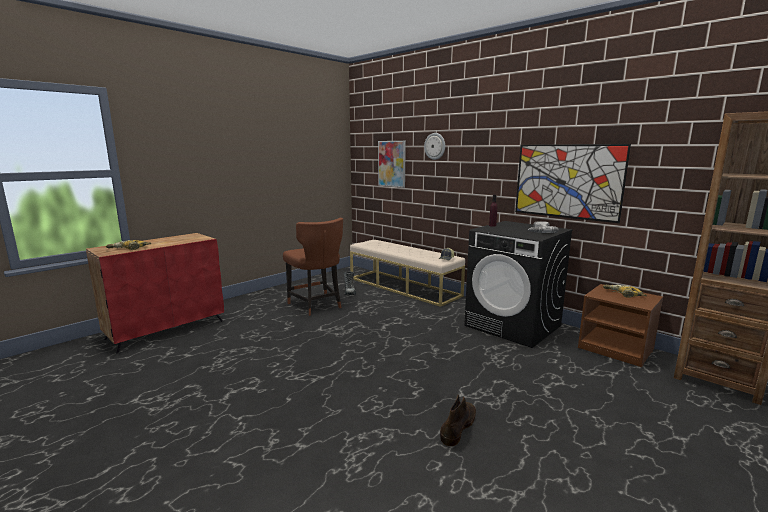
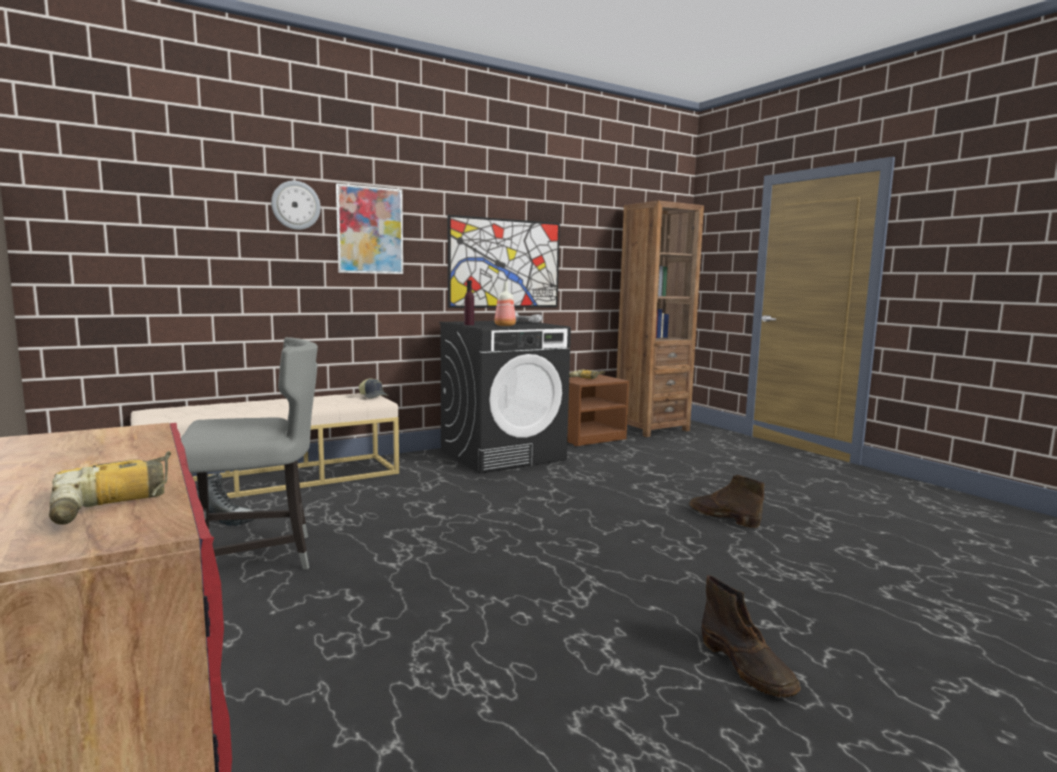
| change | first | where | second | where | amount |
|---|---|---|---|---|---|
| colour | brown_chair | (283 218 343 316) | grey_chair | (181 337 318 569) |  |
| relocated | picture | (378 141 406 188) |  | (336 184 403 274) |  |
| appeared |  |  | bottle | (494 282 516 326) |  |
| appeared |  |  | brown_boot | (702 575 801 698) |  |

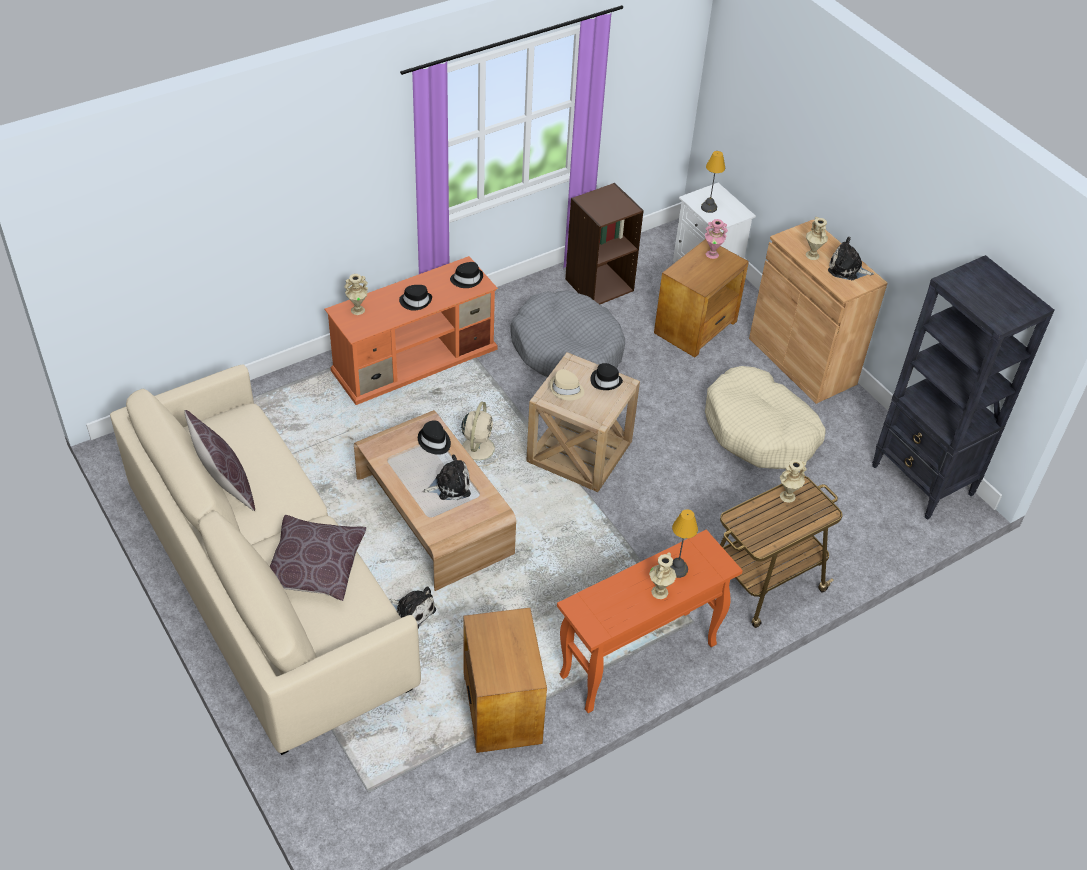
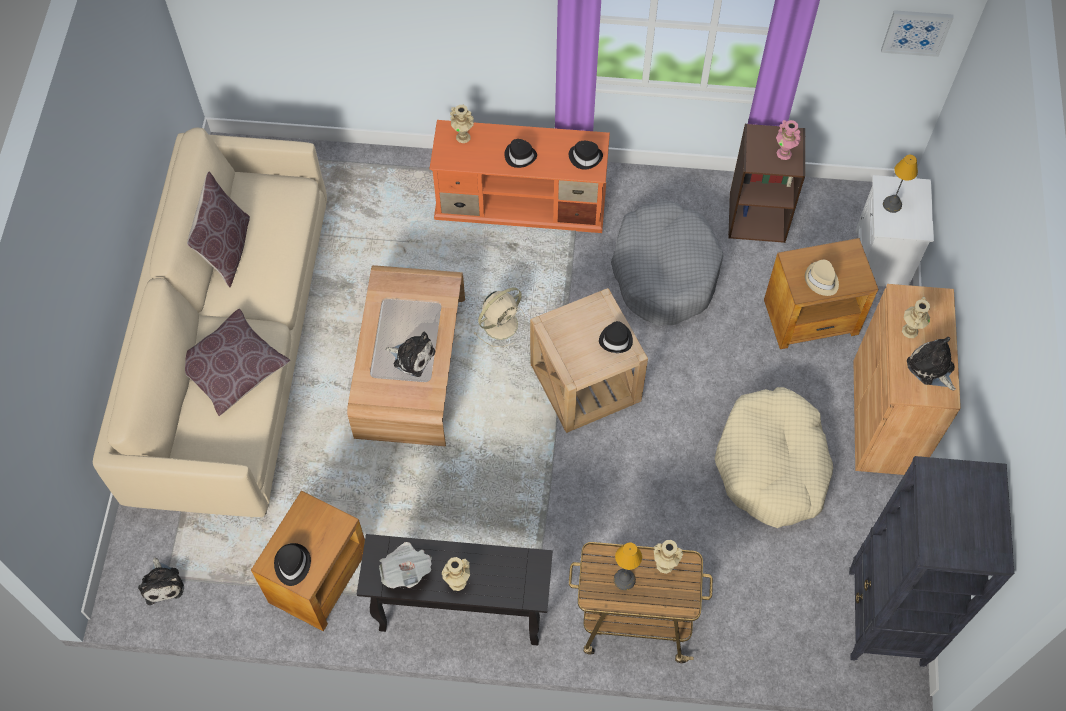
| change | first | where | second | where | amount |
|---|---|---|---|---|---|
| relocated | plush_toy | (389 586 436 628) |  | (138 558 184 605) |  |
| relocated | black_hat | (418 420 451 455) |  | (274 543 311 586) |  |
| colour | orange_console_table | (557 530 743 713) | black_console_table | (357 534 553 645) |  |
| appeared |  |  | newspaper | (379 542 432 588) |  |
| relocated | table_lamp | (670 509 698 578) |  | (614 542 642 590) |  |
| relocated | pink_vase | (705 219 728 259) |  | (776 120 801 160) |  |
| relocated | beige_hat | (549 369 584 400) |  | (805 260 839 296) |  |
| appeared |  |  | picture | (881 10 954 57) |  |

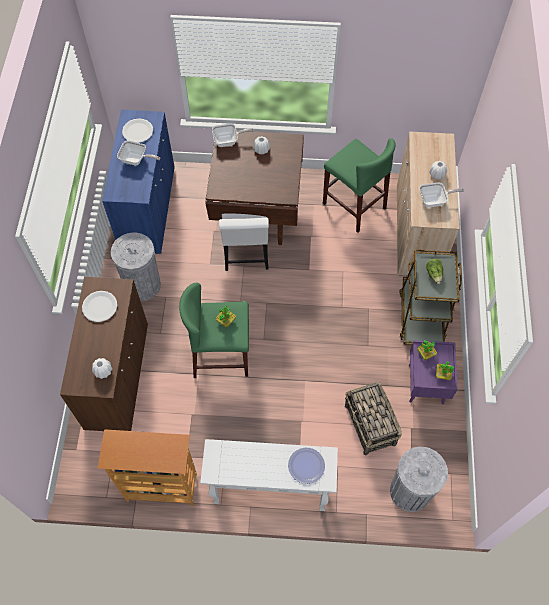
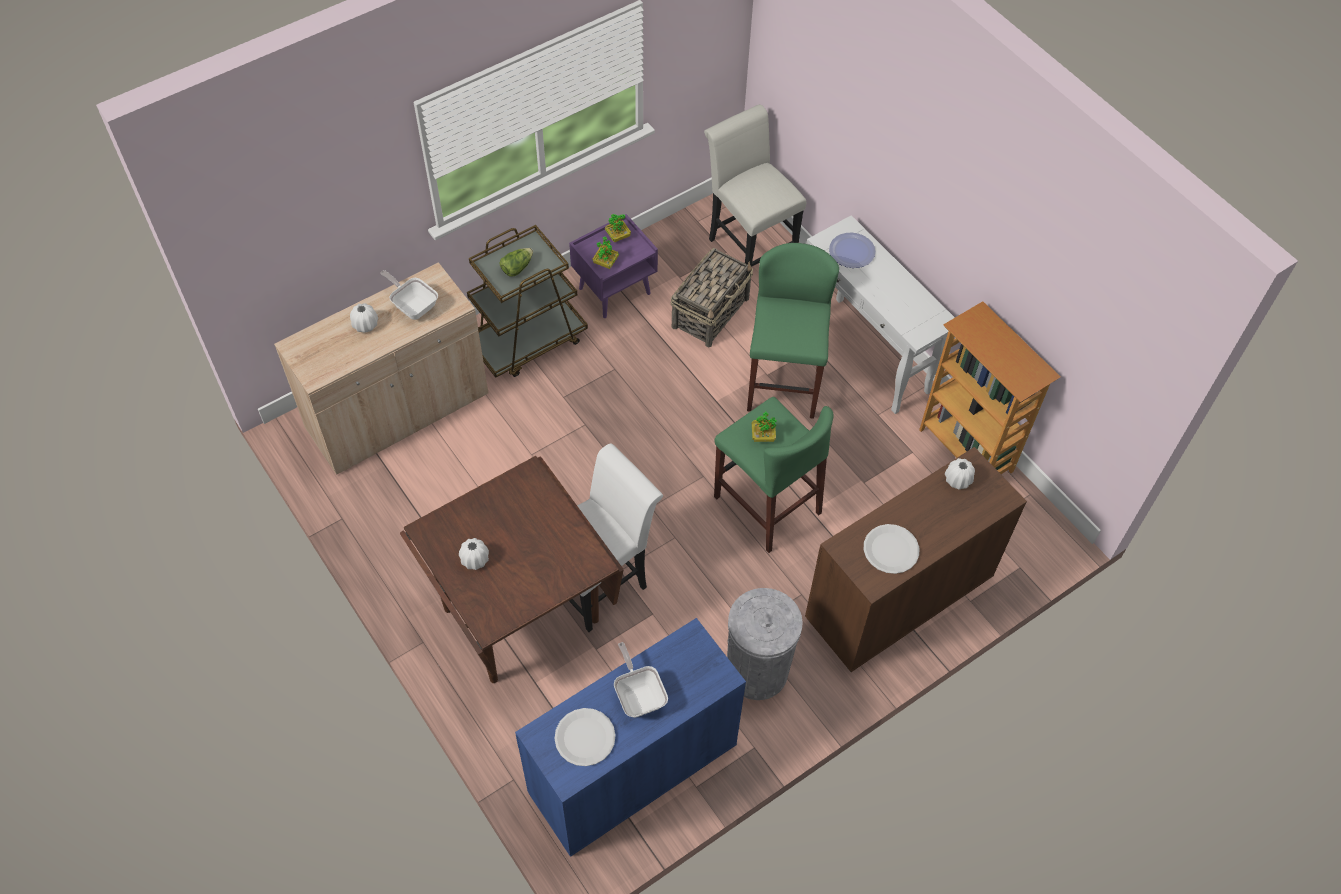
| change | first | where | second | where | amount |
|---|---|---|---|---|---|
| exchanged | grey_trash_can | (390 447 448 512) | white_chair | (704 104 806 267) |  |
| relocated | green_stool | (323 138 395 233) |  | (747 243 839 419) |  |
| missing | frying_pan | (212 123 254 147) |  |  |  |

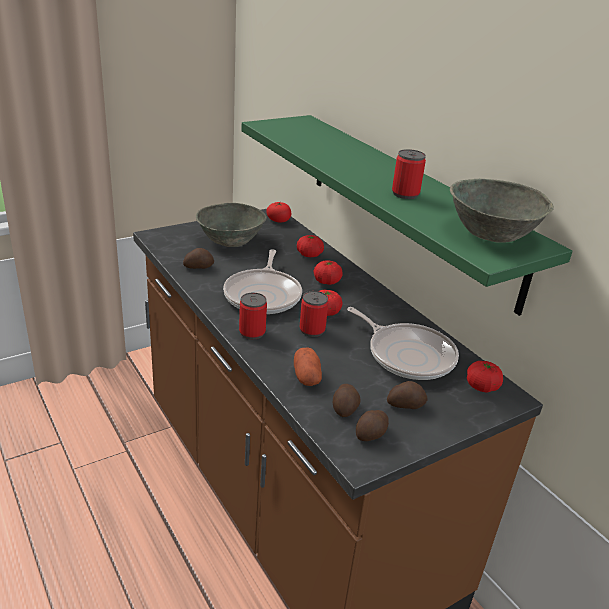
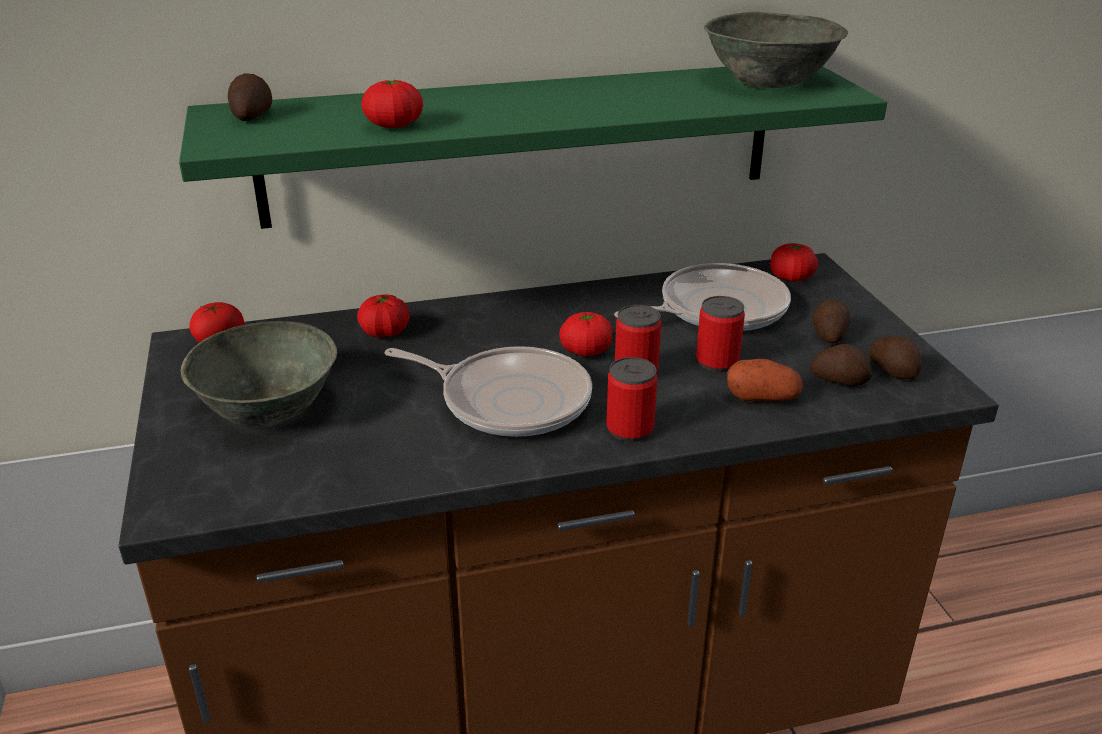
| change | first | where | second | where | amount |
|---|---|---|---|---|---|
| relocated | potato | (183 248 214 269) |  | (228 73 272 121) |  |
| relocated | tomato | (314 261 343 285) |  | (361 80 423 128) |  |
| relocated | can | (392 149 426 199) |  | (696 296 745 372) |  |

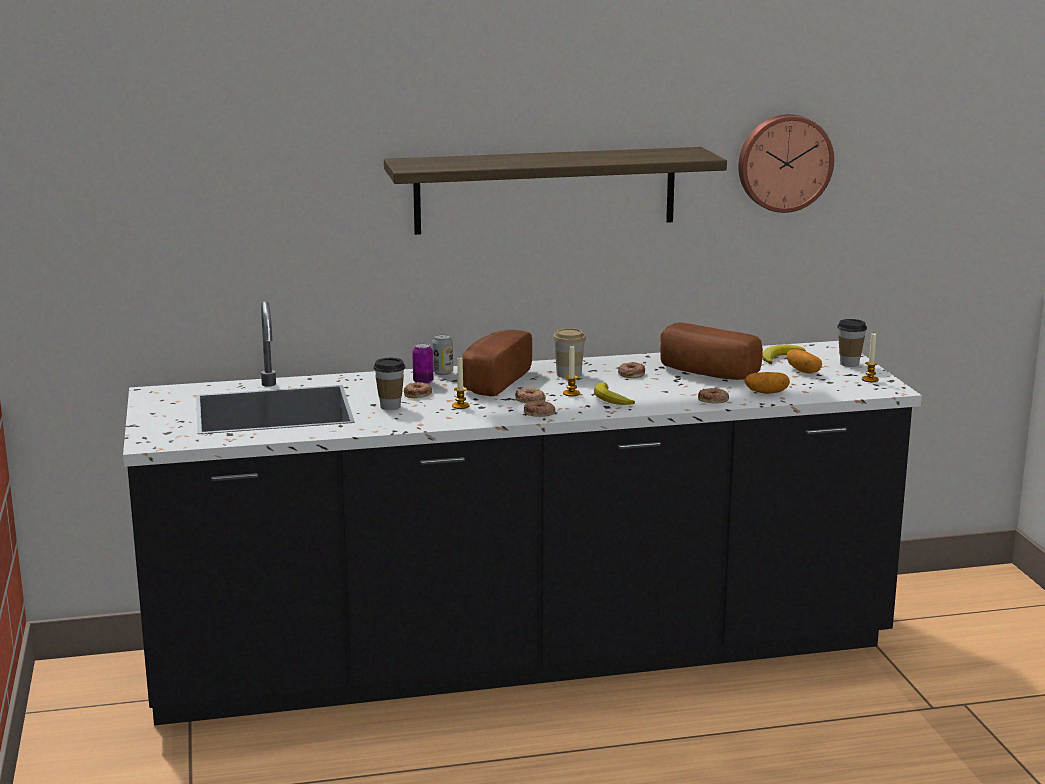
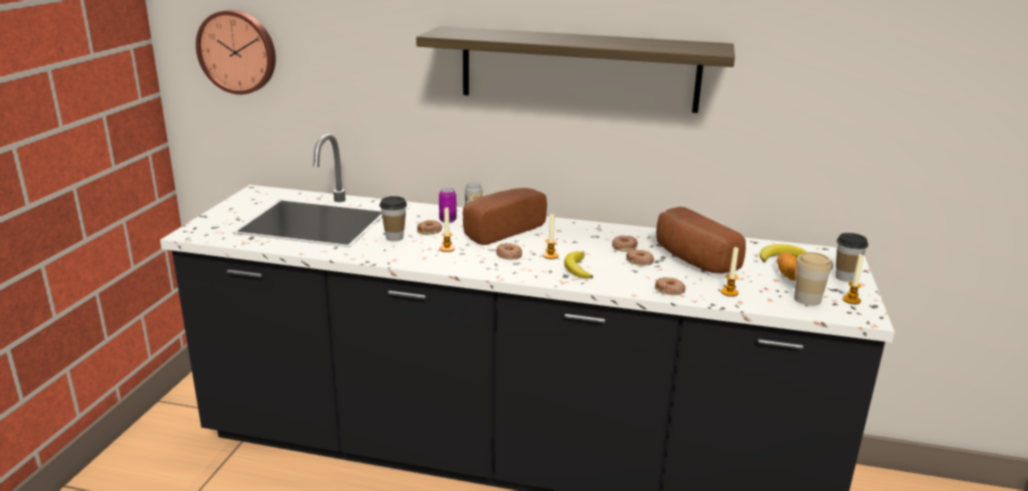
| change | first | where | second | where | amount |
|---|---|---|---|---|---|
| relocated | wall_clock | (738 114 834 213) |  | (196 10 276 95) |  |
| relocated | donut | (524 401 555 417) |  | (626 249 654 266) |  |
| exchanged | potato | (744 372 790 394) | candle | (721 247 739 297) |  |
| relocated | cup | (553 328 586 378) |  | (794 252 833 306) |  |

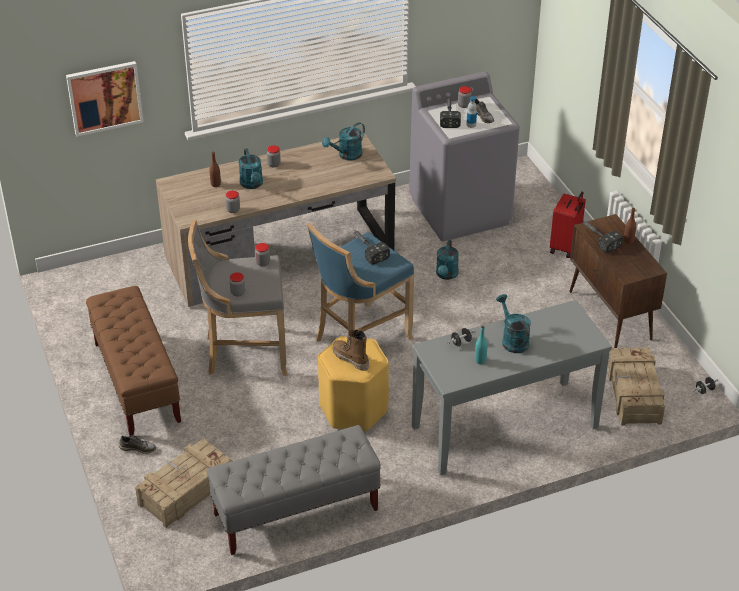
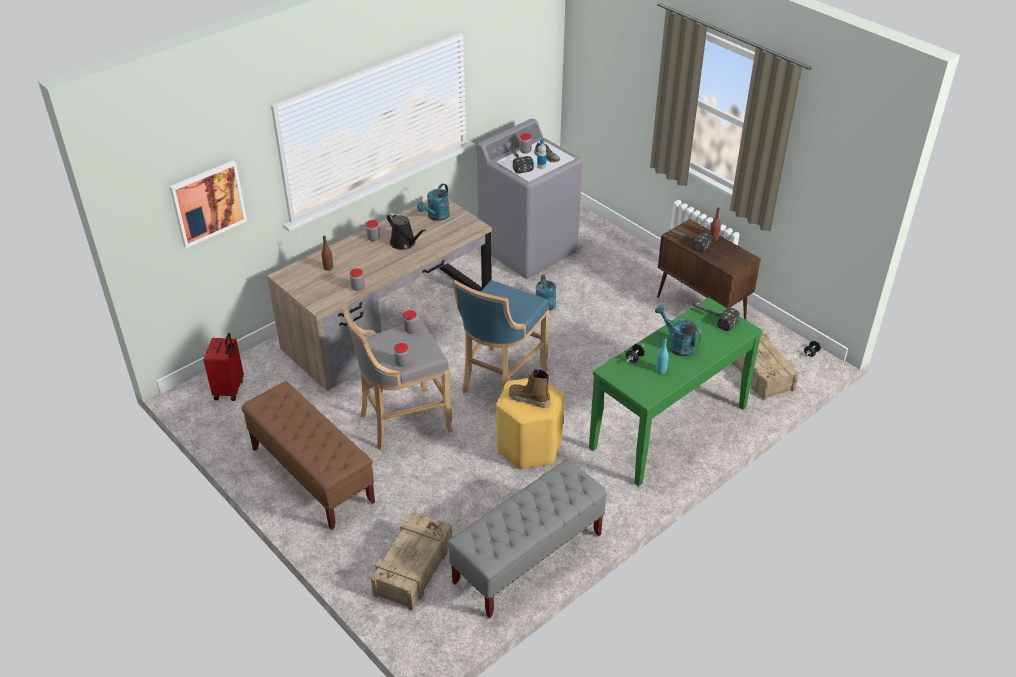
| change | first | where | second | where | amount |
|---|---|---|---|---|---|
| relocated | red_suitcase | (550 191 586 258) |  | (204 333 244 401) |  |
| appeared |  |  | black_watering_can | (387 213 426 250) |  |
| colour | grey_console_table | (412 300 612 475) | green_console_table | (589 297 763 486) |  |
| relocated | hammer | (353 230 390 264) |  | (691 302 740 331) |  |
| missing | grey_shoe | (119 435 156 454) |  |  |  |
| missing | turquoise_watering_can | (238 148 263 189) |  |  |  |

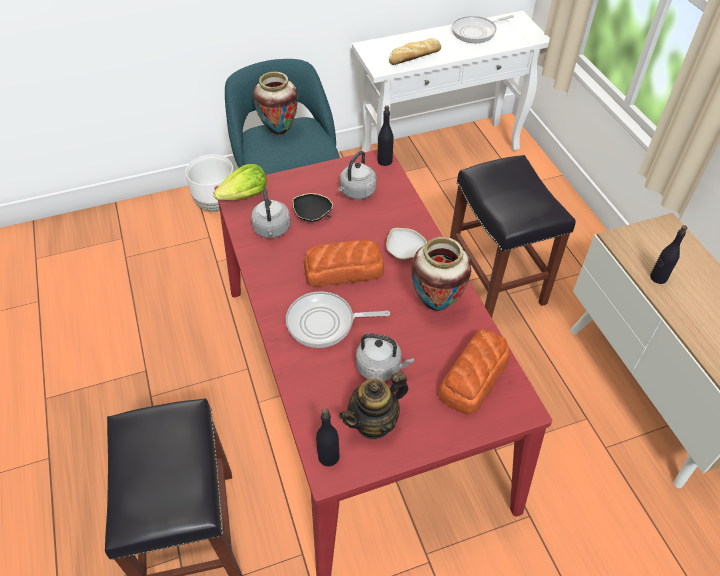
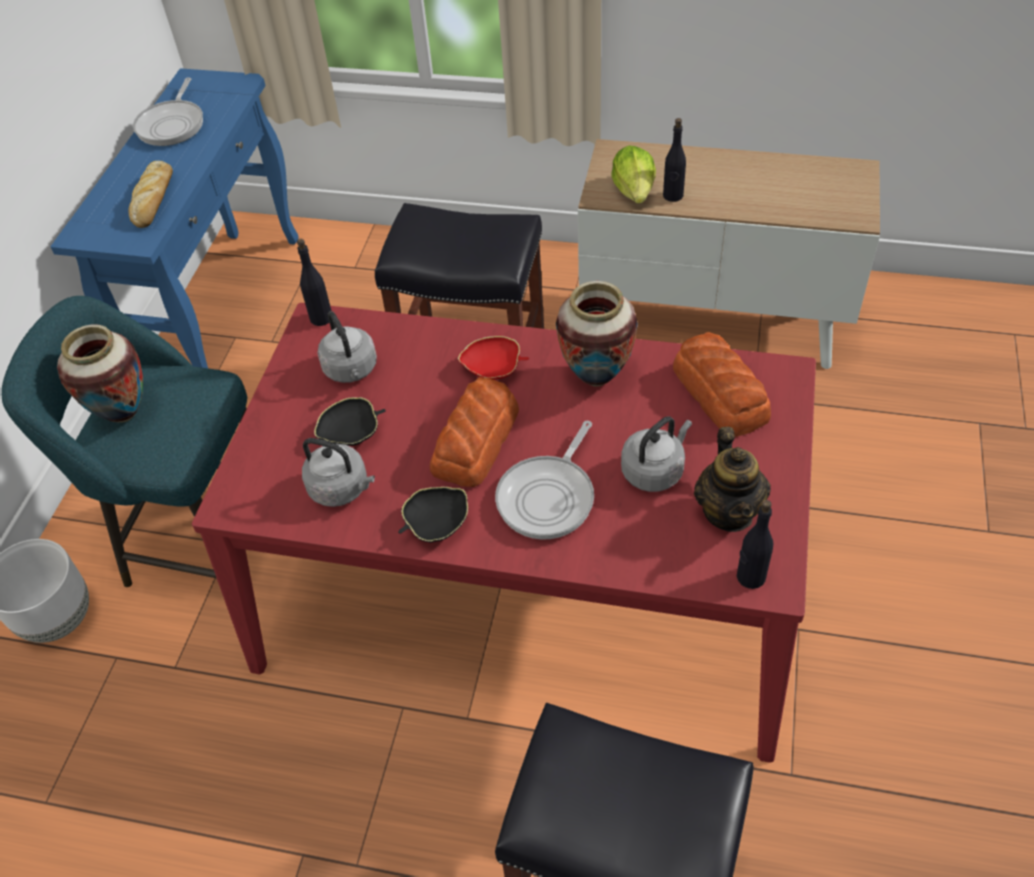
| change | first | where | second | where | amount |
|---|---|---|---|---|---|
| colour | white_console_table | (352 11 550 152) | blue_console_table | (50 68 299 368) |  |
| appeared |  |  | black_bowl | (398 487 468 542) |  |
| colour | white_bowl | (387 228 427 259) | red_bowl | (458 336 529 380) |  |
| relocated | lettuce | (213 164 267 200) |  | (611 145 656 204) |  |

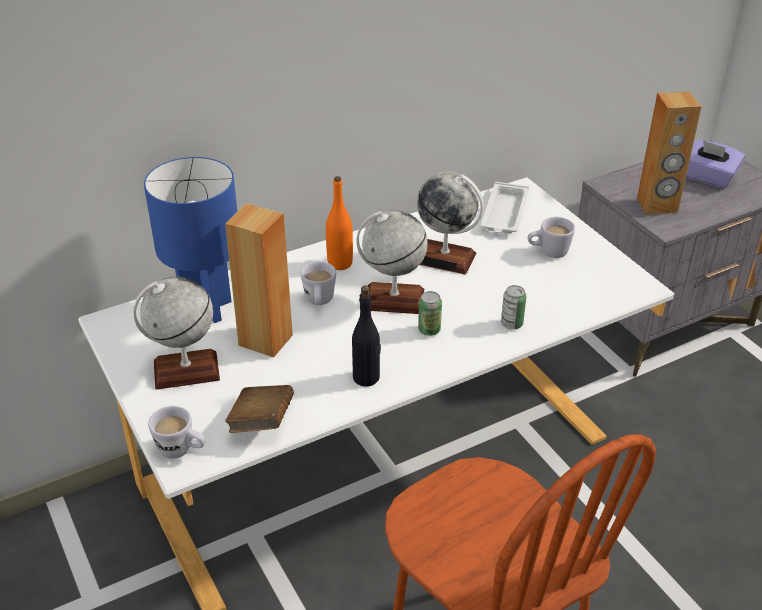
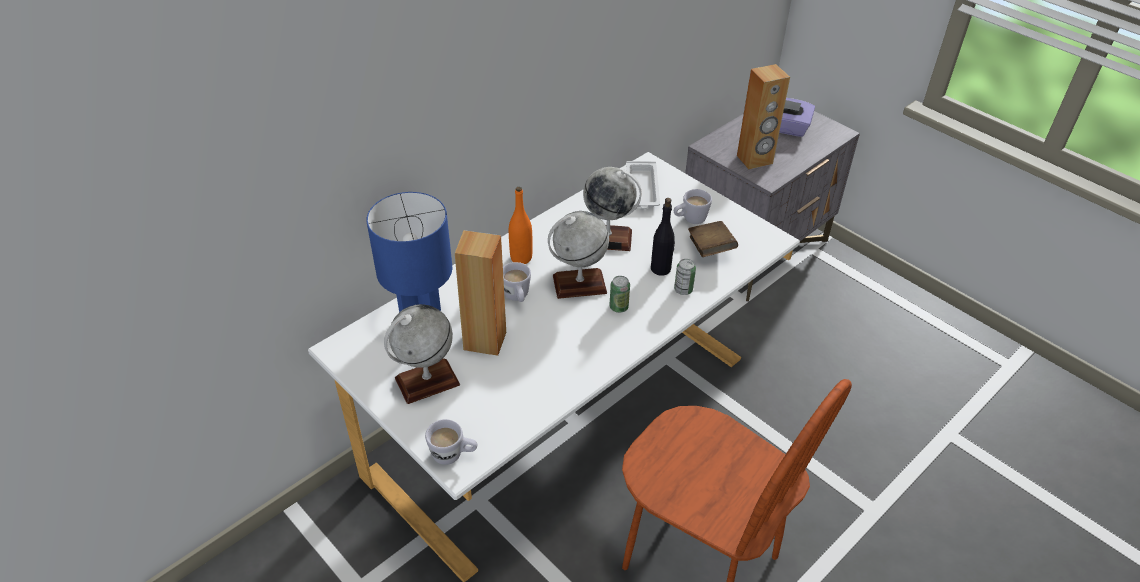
| change | first | where | second | where | amount |
|---|---|---|---|---|---|
| relocated | black_bottle | (352 285 381 387) |  | (651 198 675 276) |  |
| relocated | brown_book | (225 385 294 433) |  | (688 221 738 257) |  |

